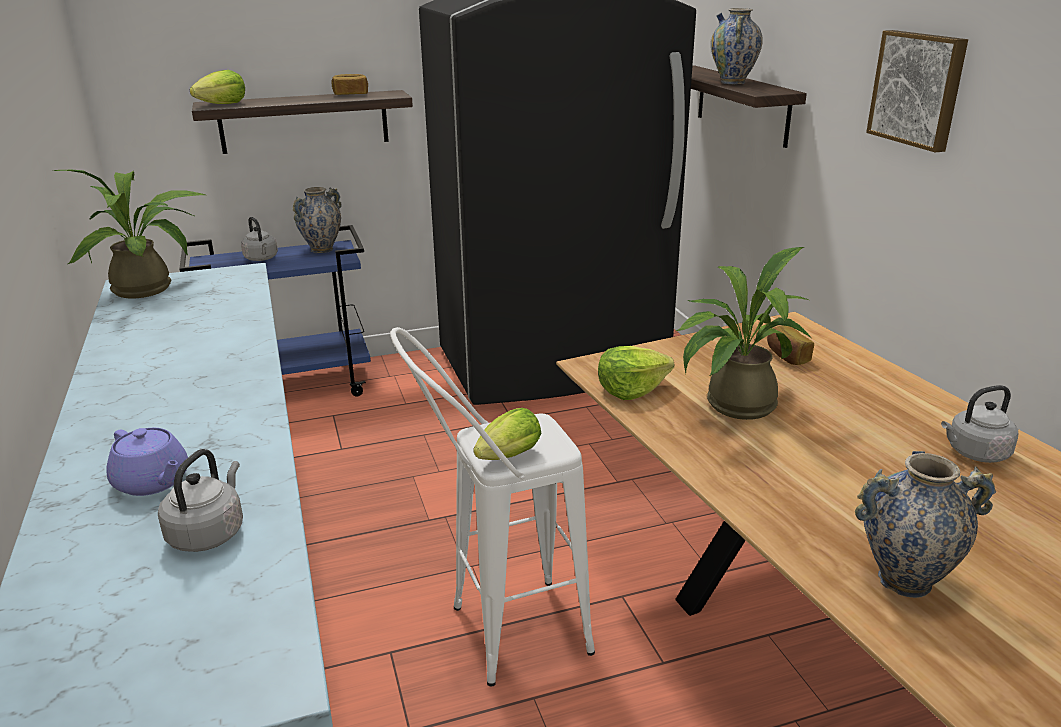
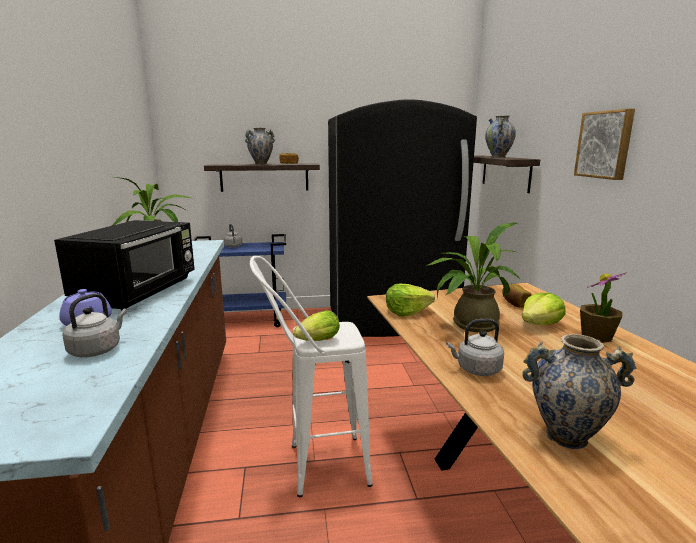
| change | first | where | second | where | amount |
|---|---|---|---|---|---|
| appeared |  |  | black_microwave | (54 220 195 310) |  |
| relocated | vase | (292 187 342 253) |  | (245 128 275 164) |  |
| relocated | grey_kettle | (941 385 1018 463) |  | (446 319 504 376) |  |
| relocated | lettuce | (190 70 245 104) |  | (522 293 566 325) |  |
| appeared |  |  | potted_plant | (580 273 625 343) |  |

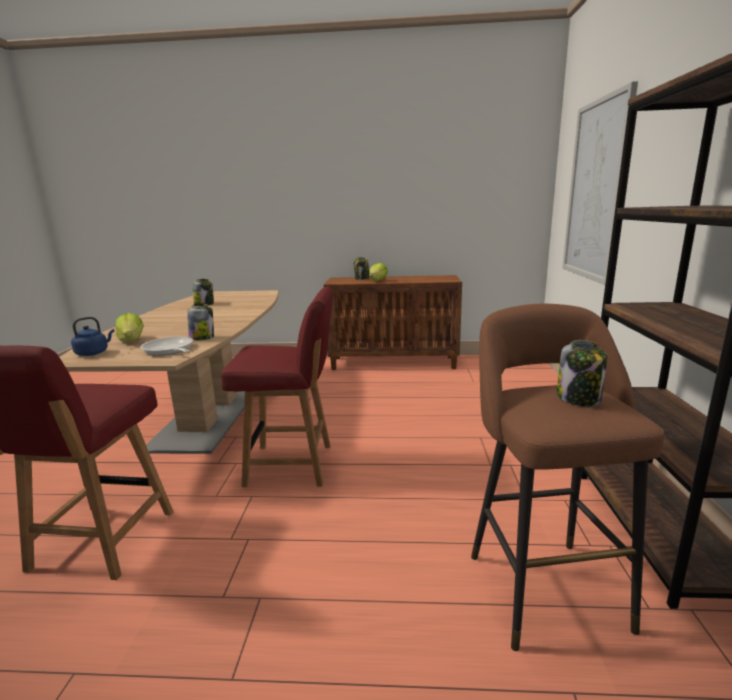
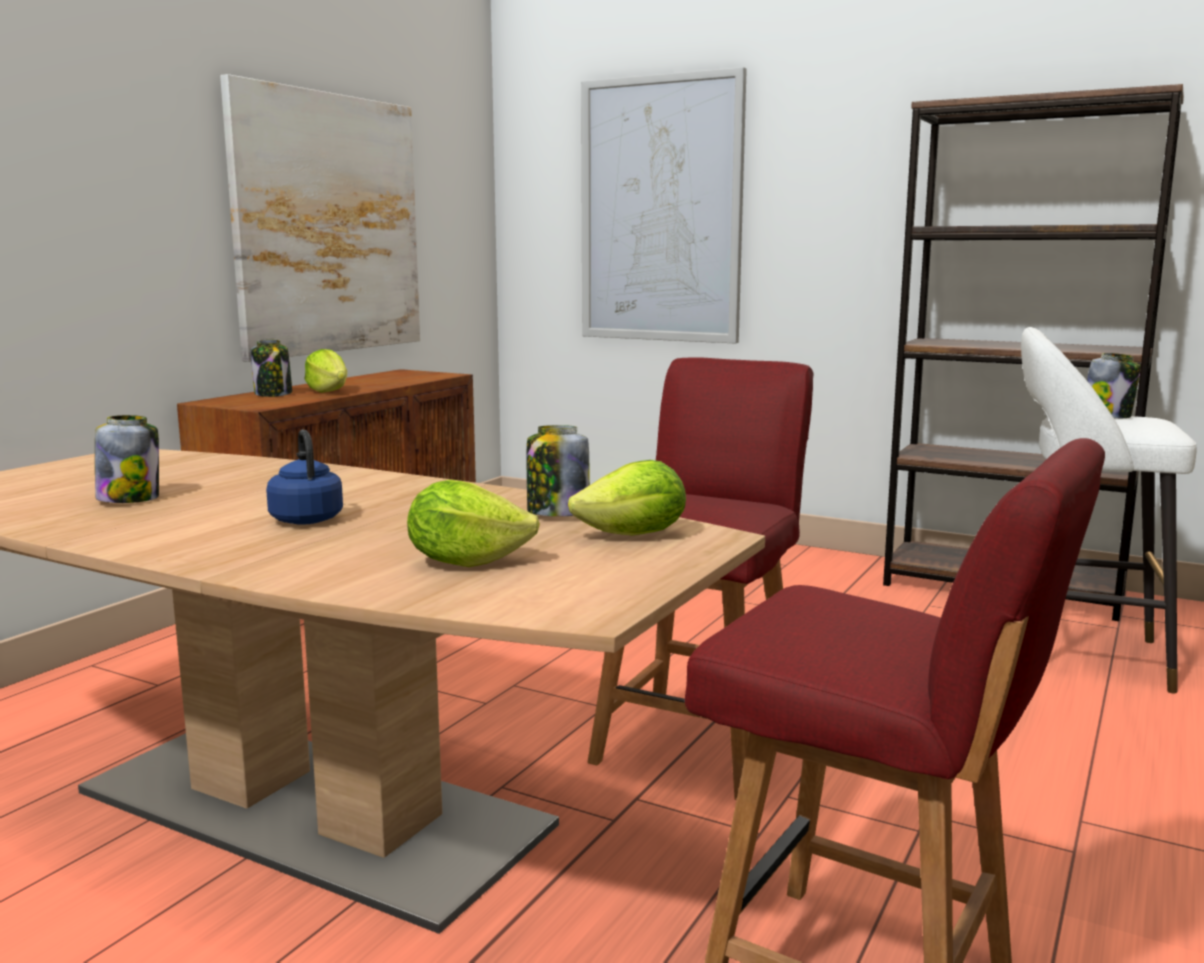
| change | first | where | second | where | amount |
|---|---|---|---|---|---|
| appeared |  |  | picture | (220 74 420 362) |  |
| relocated | blue_kettle | (71 317 114 356) |  | (266 430 343 525) |  |
| exchanged | frying_pan | (140 337 193 356) | lettuce | (568 460 686 535) |  |
| colour | brown_stool | (471 304 664 651) | white_stool | (1021 327 1197 693) |  |

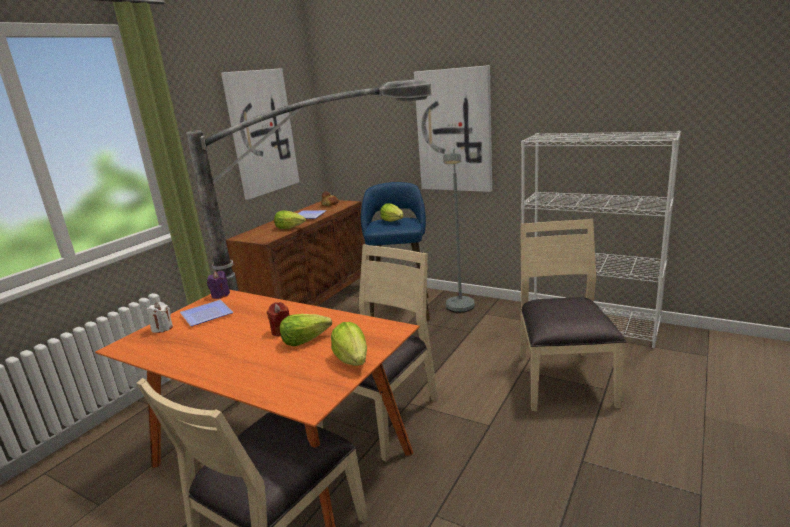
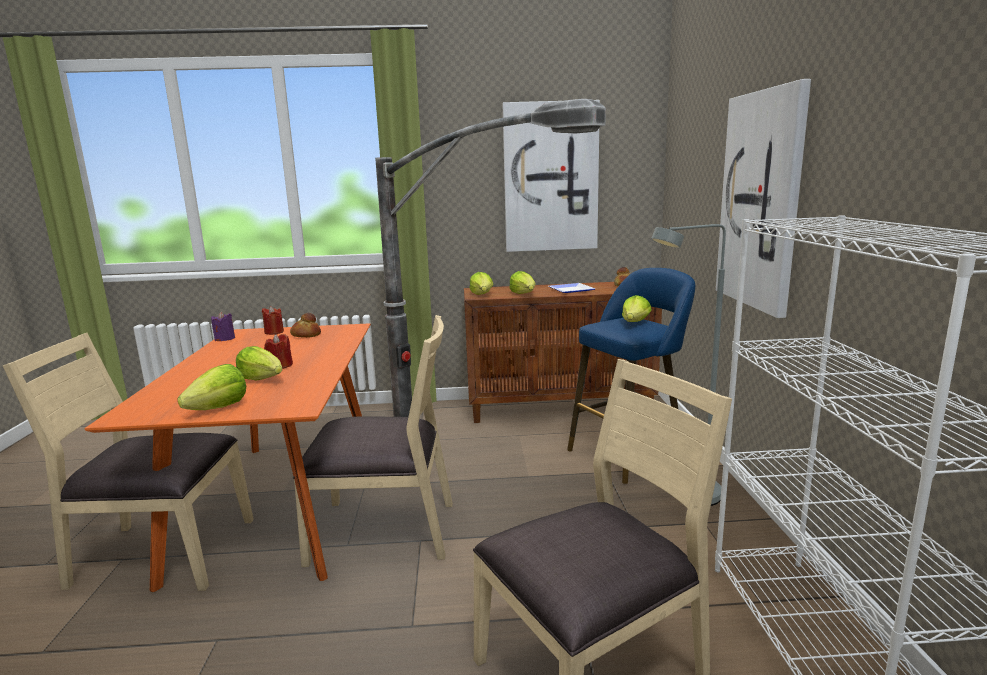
| change | first | where | second | where | amount |
|---|---|---|---|---|---|
| relocated | purple_candle | (207 271 230 299) |  | (211 312 235 341) |  |
| colour | white_candle | (147 302 173 333) | red_candle | (262 306 284 335) |  |
| exchanged | plate | (180 300 233 326) | bread | (290 313 321 338) |  |
| appeared |  |  | lettuce | (470 272 493 295) |  |

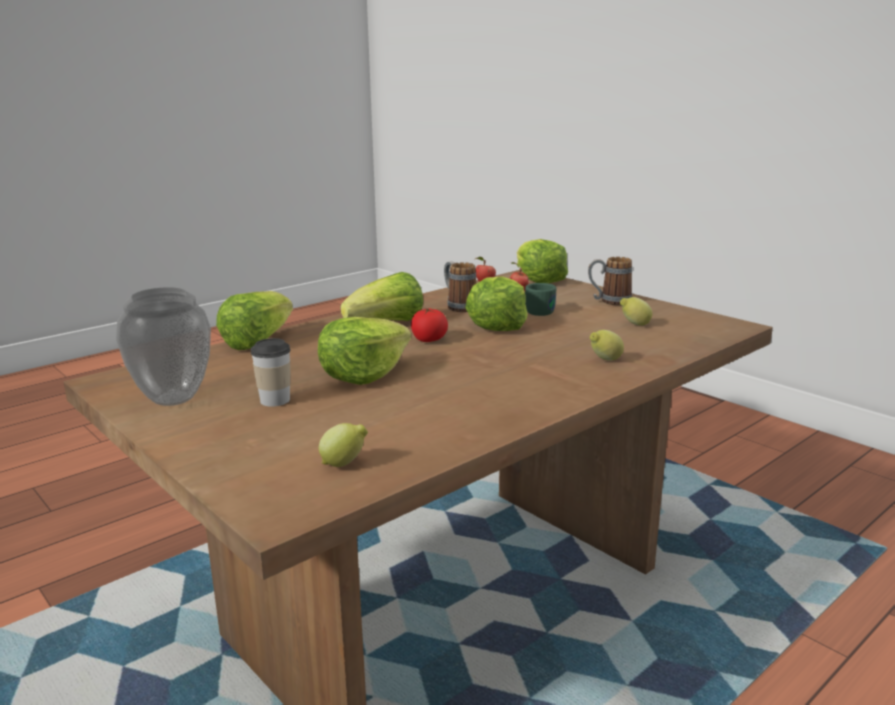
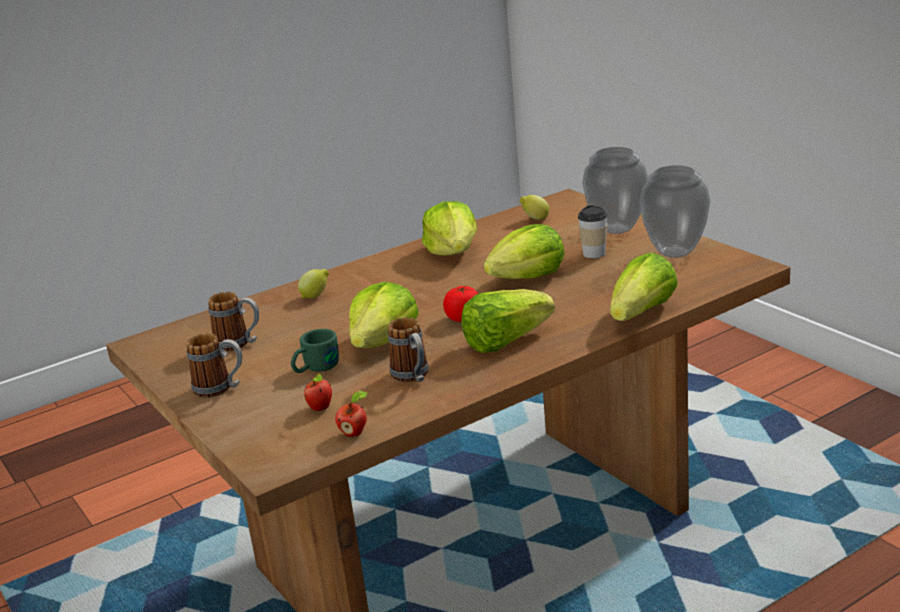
| change | first | where | second | where | amount |
|---|---|---|---|---|---|
| exchanged | lemon | (620 297 652 326) | mug | (208 292 259 351) |  |
| relocated | lettuce | (517 239 568 283) |  | (422 201 477 256) |  |
| appeared |  |  | vase | (582 147 648 234) |  |

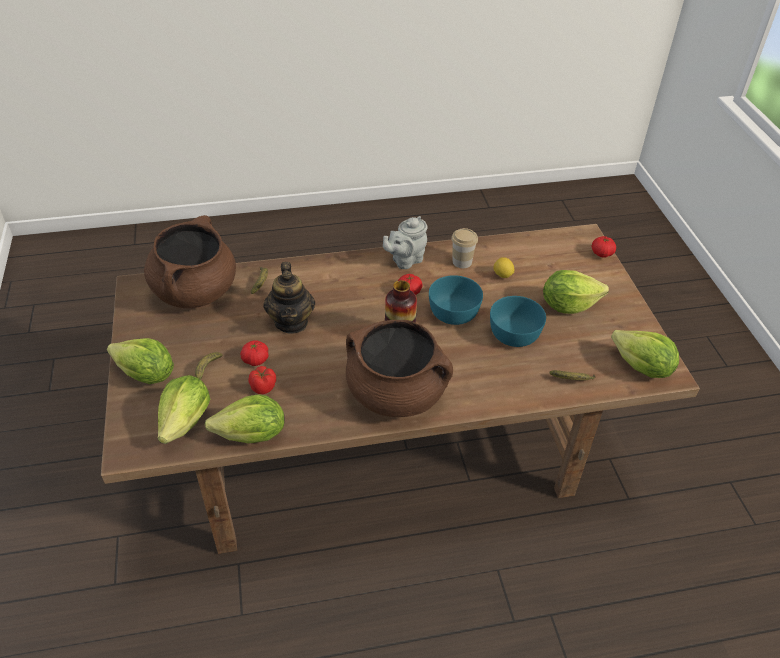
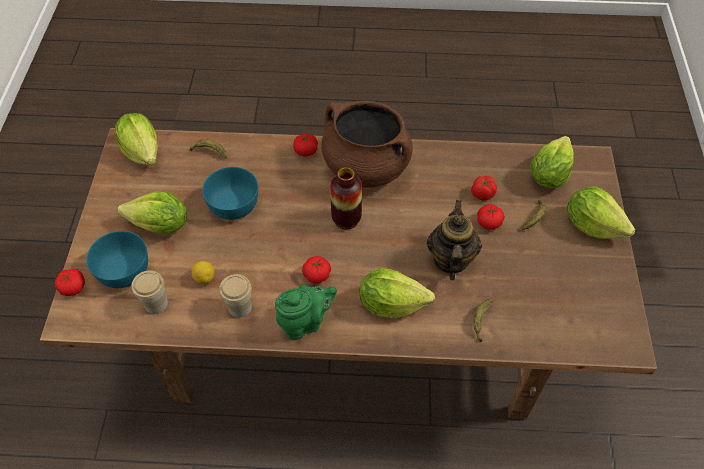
| change | first | where | second | where | amount |
|---|---|---|---|---|---|
| relocated | turquoise_bowl | (429 275 483 325) |  | (86 231 148 288) |  |
| appeared |  |  | cup | (132 270 168 314) |  |
| colour | grey_teapot | (383 216 427 269) | green_teapot | (275 285 337 340) |  |
| appeared |  |  | tomato | (293 133 318 156) |  |
| relocated | lettuce | (205 394 285 444) |  | (359 268 435 318) |  |
| missing | brown_cooking_pot | (144 215 236 308) |  |  |  |

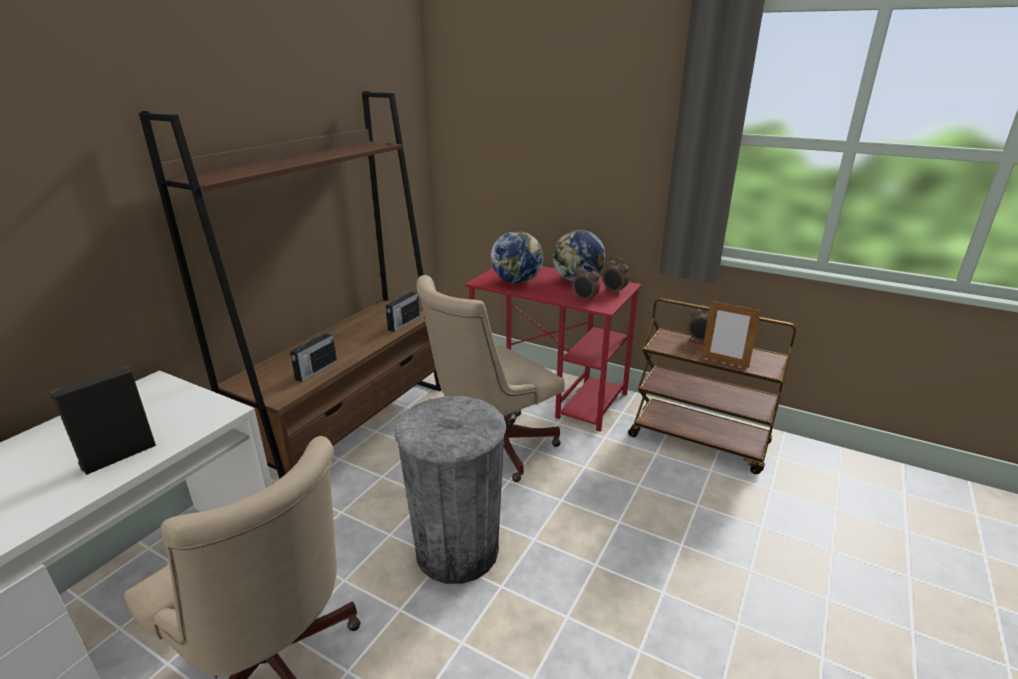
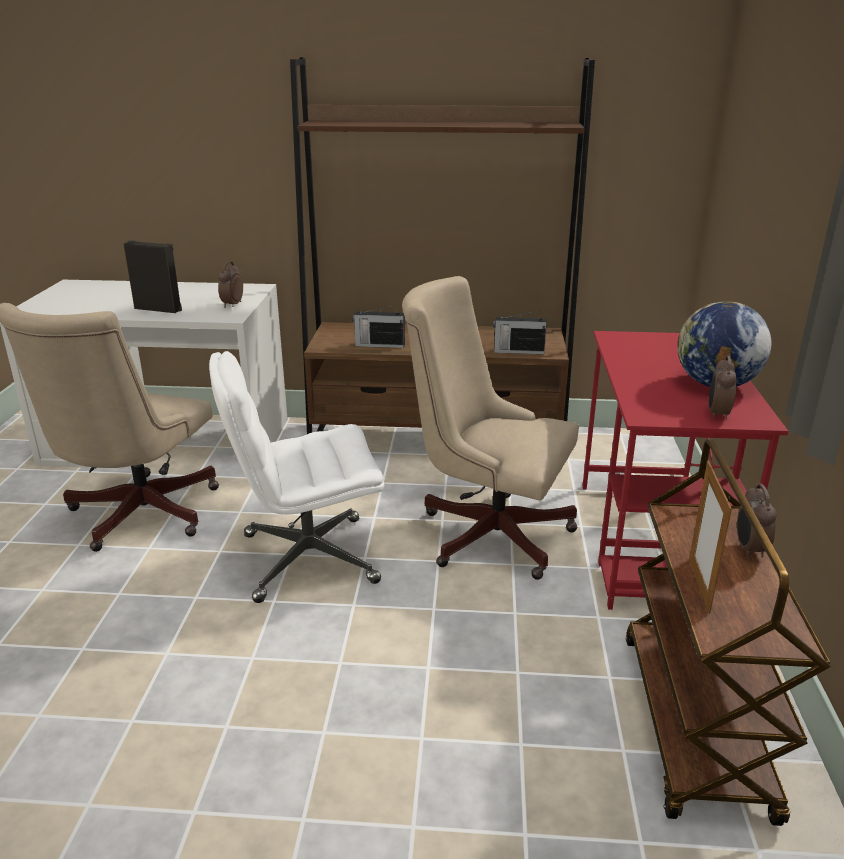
| change | first | where | second | where | amount |
|---|---|---|---|---|---|
| exchanged | grey_trash_can | (395 396 507 584) | white_office_chair | (209 351 384 603) |  |
| relocated | alarm_clock | (572 264 600 302) |  | (218 261 243 308) |  |
| missing | globe | (491 231 543 284) |  |  |  |

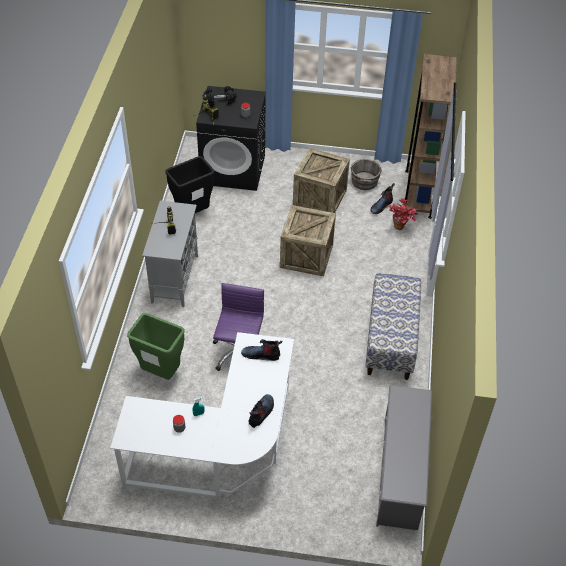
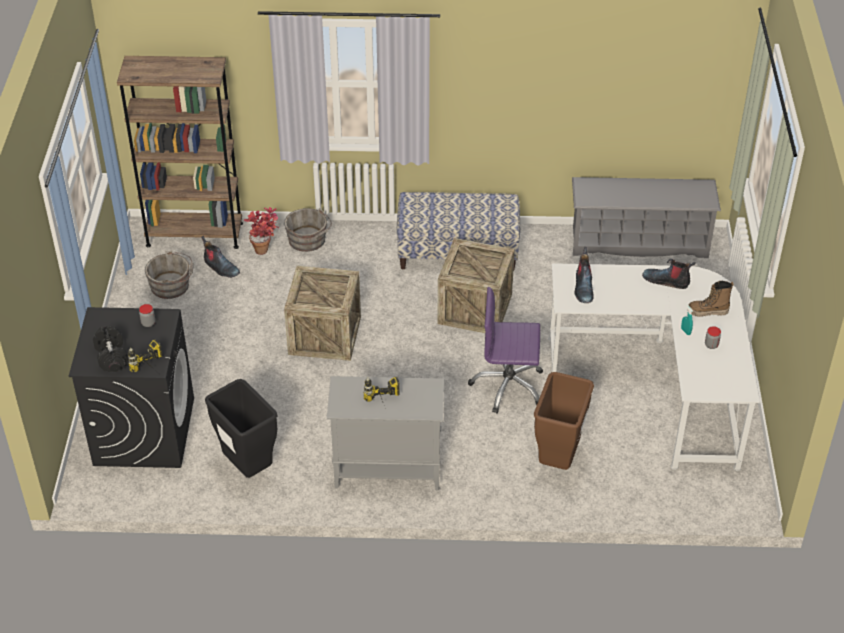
| change | first | where | second | where | amount |
|---|---|---|---|---|---|
| appeared |  |  | grey_bucket | (284 208 332 252) |  |
| relocated | crate | (293 148 350 213) |  | (437 238 515 333) |  |
| colour | green_trash_can | (127 313 185 380) | brown_trash_can | (534 372 594 470) |  |
| appeared |  |  | boot | (687 281 734 317) |  |

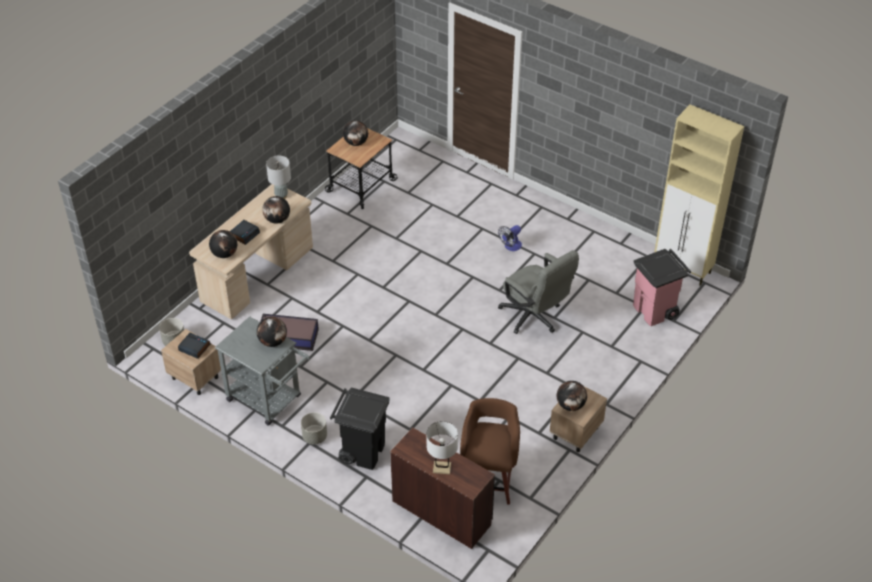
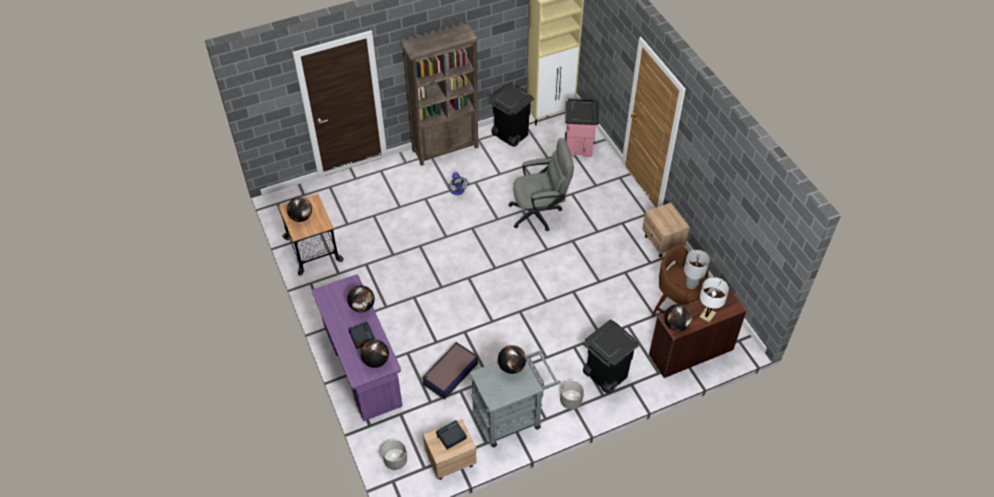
| change | first | where | second | where | amount |
|---|---|---|---|---|---|
| colour | beige_desk | (189 184 313 319) | purple_desk | (312 274 402 421) |  |
| appeared |  |  | brown_bookcase | (400 23 479 166) |  |
| appeared |  |  | black_trash_can | (489 84 534 147) |  |
| relocated | globe | (557 381 587 411) |  | (664 304 692 332) |  |
| relocated | grey_table_lamp | (266 156 291 199) |  | (684 250 710 289) |  |

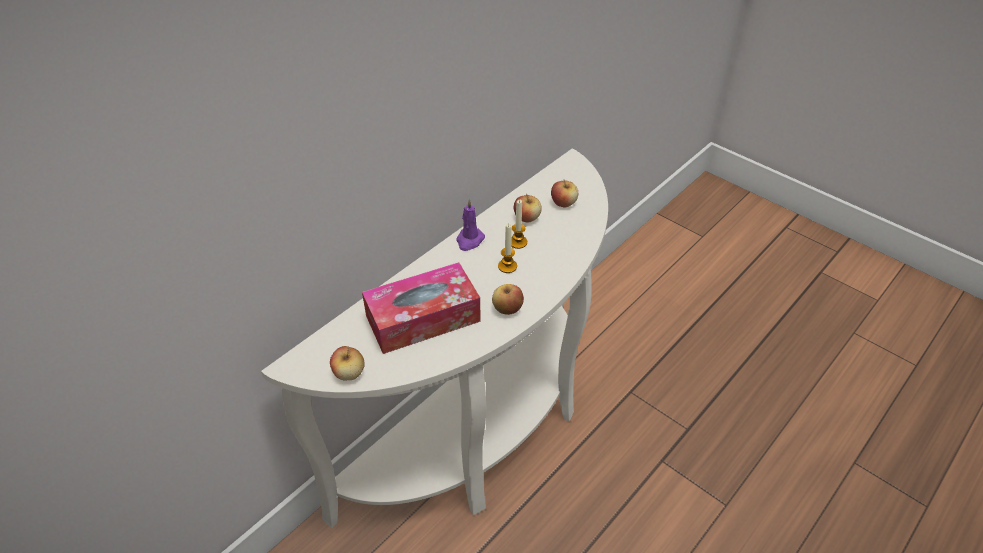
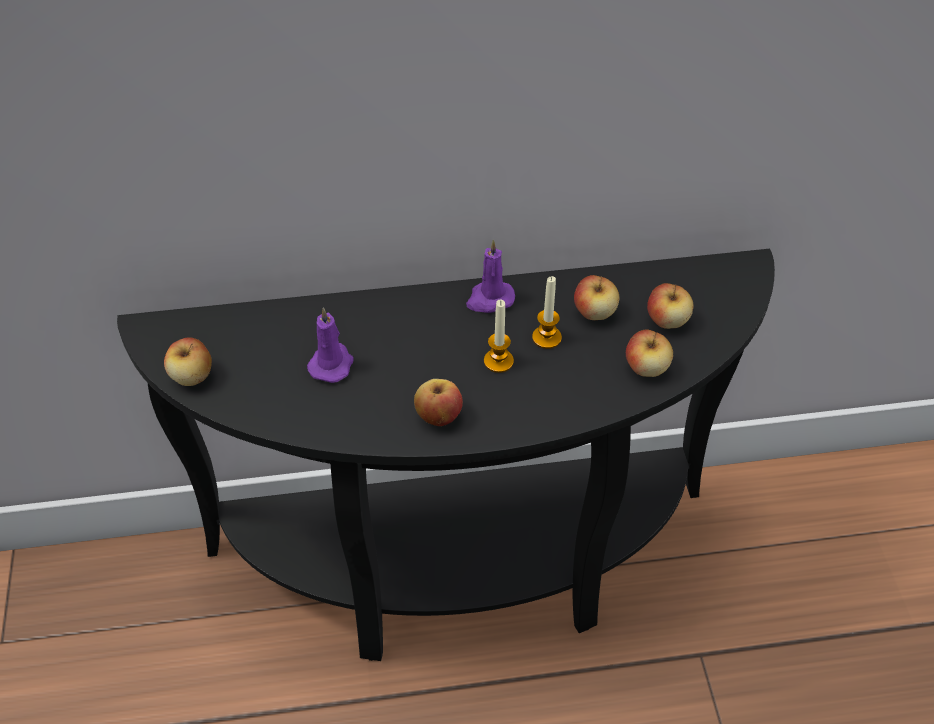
| change | first | where | second | where | amount |
|---|---|---|---|---|---|
| colour | white_console_table | (261 149 608 528) | black_console_table | (117 249 775 661) |  |
| exchanged | tissue_box | (362 262 481 354) | purple_candle | (307 307 354 383) |  |
| appeared |  |  | apple | (626 329 673 377) |  |

